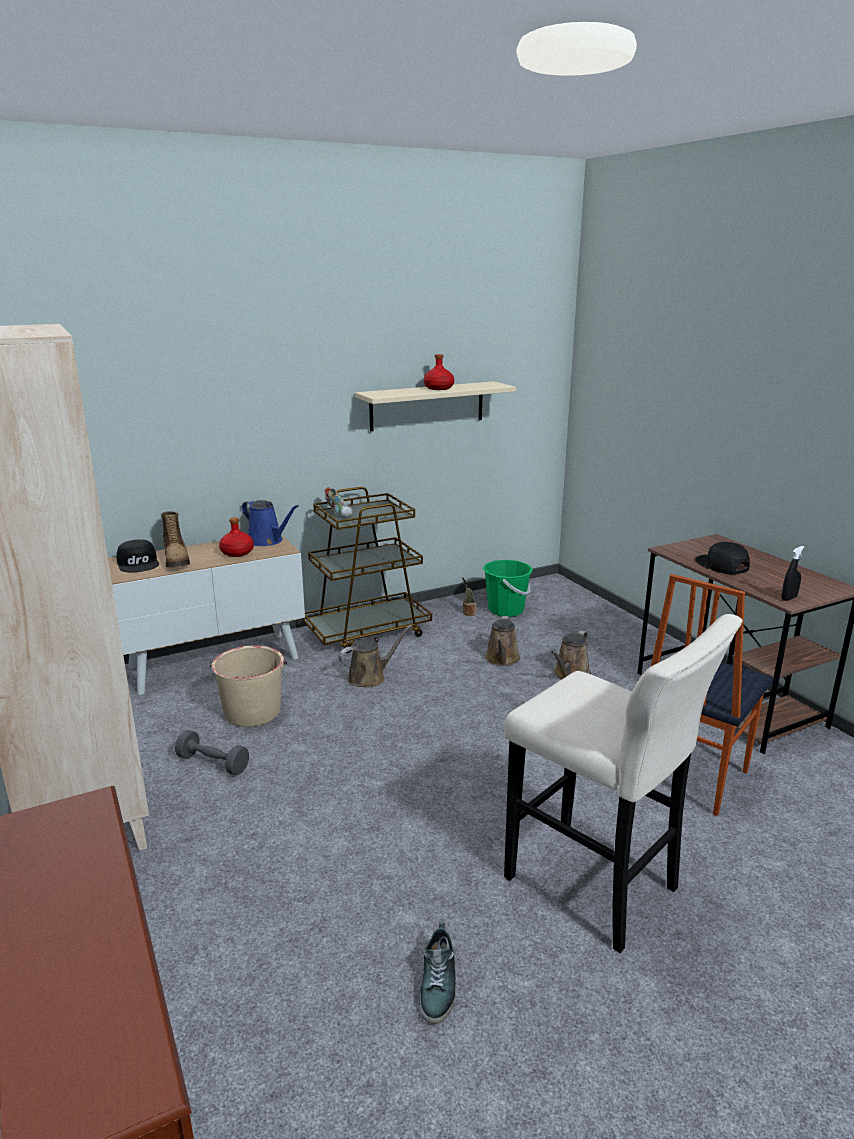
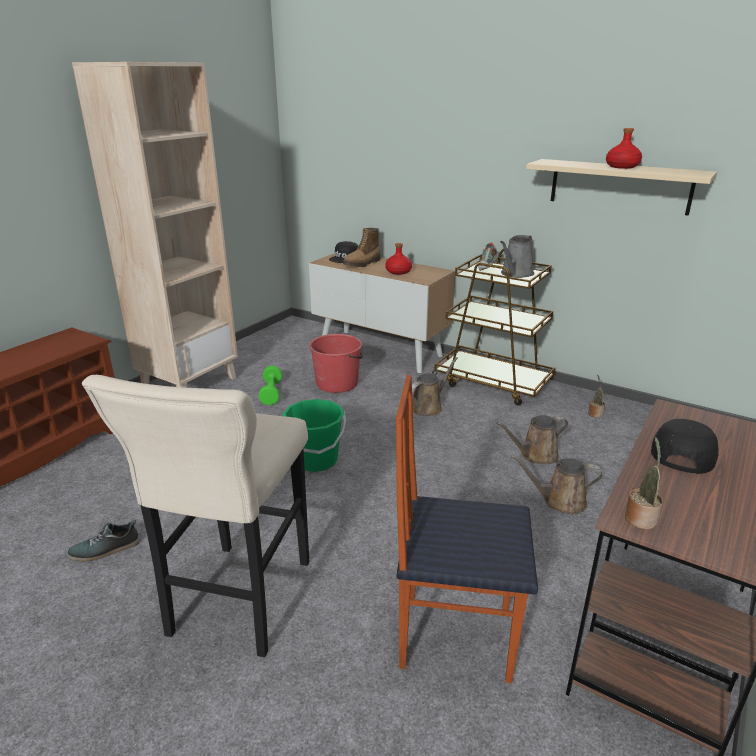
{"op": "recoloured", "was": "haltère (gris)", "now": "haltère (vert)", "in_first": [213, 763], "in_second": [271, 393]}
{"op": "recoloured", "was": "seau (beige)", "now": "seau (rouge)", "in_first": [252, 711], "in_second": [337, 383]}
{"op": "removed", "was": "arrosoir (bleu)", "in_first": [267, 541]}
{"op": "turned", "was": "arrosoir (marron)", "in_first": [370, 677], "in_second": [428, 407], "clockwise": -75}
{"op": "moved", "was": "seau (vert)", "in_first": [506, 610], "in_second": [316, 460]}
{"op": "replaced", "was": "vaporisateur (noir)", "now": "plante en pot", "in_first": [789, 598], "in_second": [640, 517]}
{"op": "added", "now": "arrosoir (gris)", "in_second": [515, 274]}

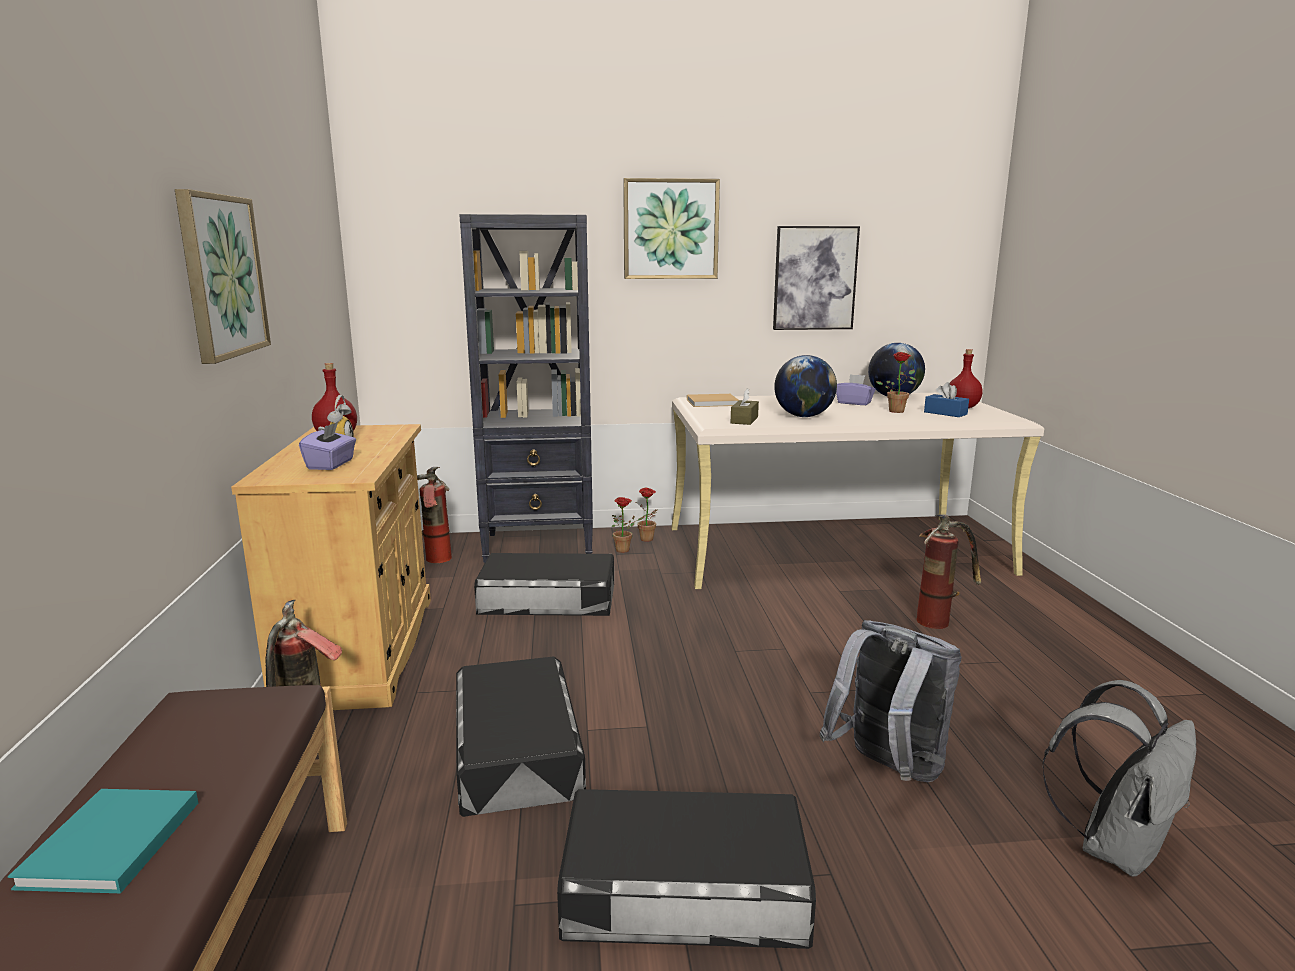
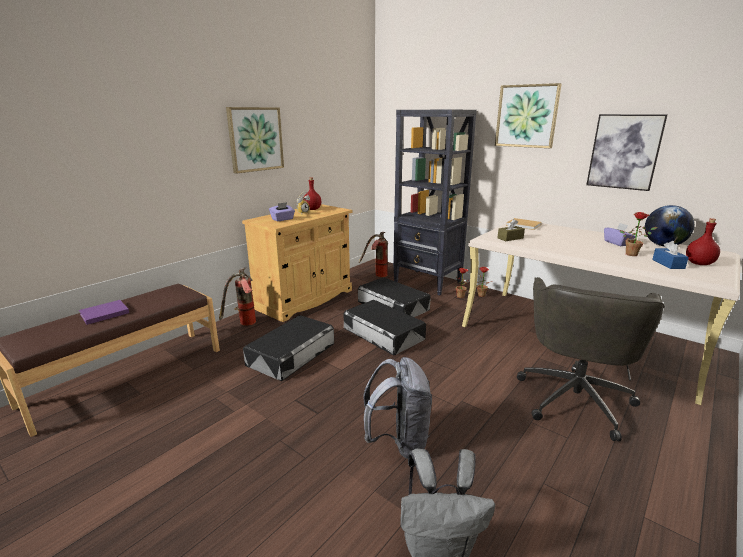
{"op": "recoloured", "was": "livre (turquoise)", "now": "livre (violet)", "in_first": [108, 847], "in_second": [103, 314]}
{"op": "moved", "was": "boîte de rangement (noir)", "in_first": [684, 885], "in_second": [383, 333]}
{"op": "removed", "was": "globe", "in_first": [803, 416]}
{"op": "replaced", "was": "extincteur", "now": "chaise de bureau (gris)", "in_first": [939, 618], "in_second": [575, 398]}

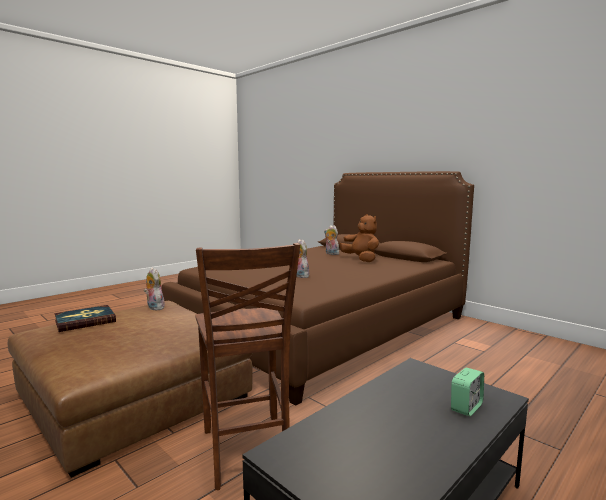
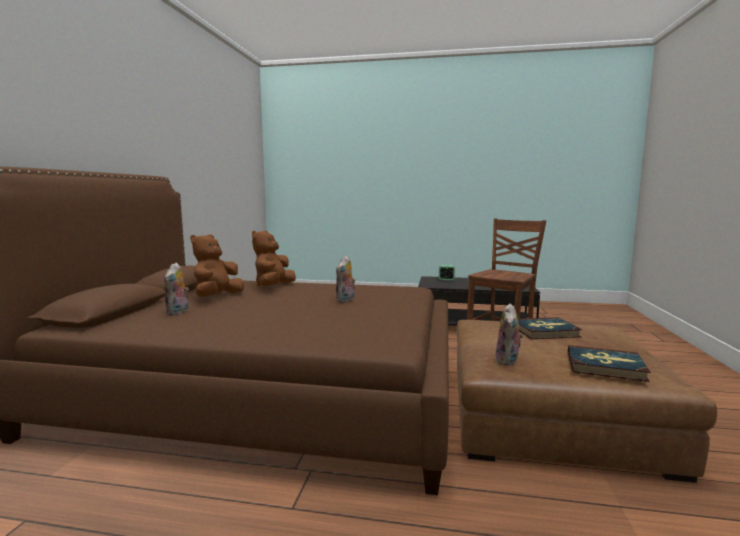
{"op": "added", "now": "peluche (marron)", "in_second": [274, 287]}
{"op": "added", "now": "livre", "in_second": [545, 331]}

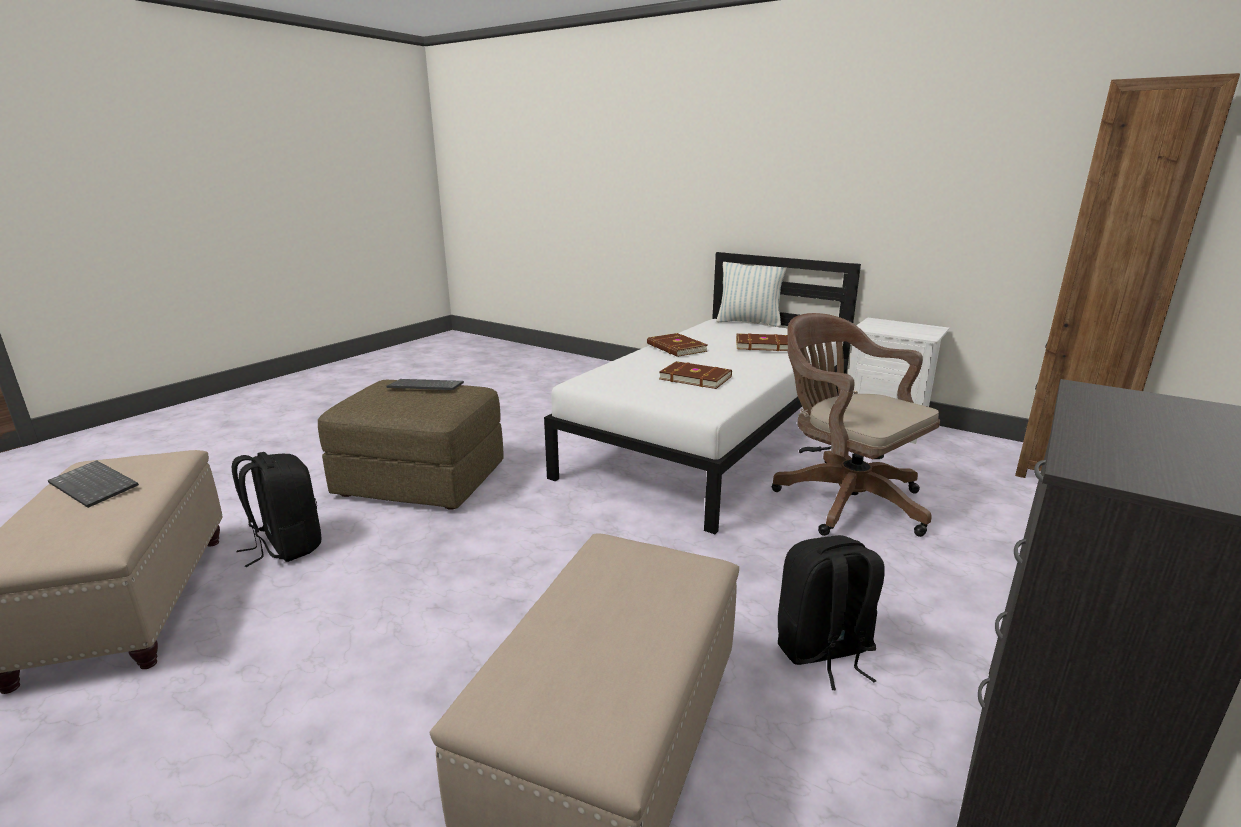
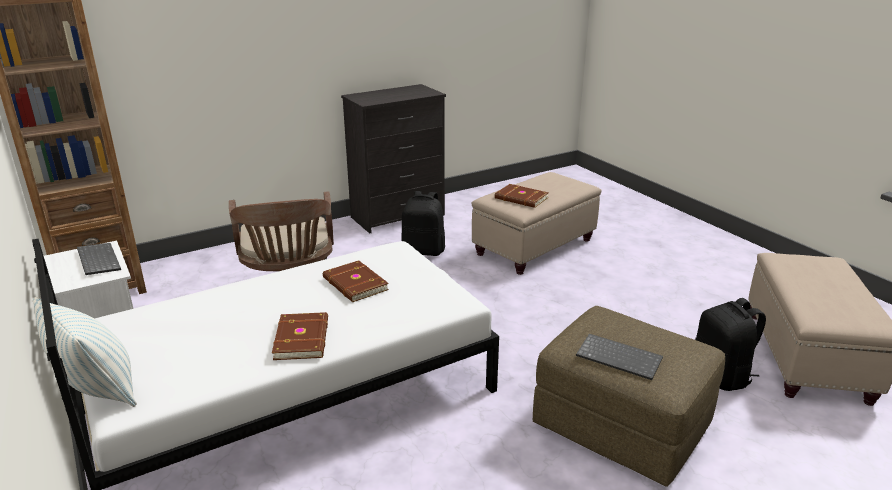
{"op": "moved", "was": "clavier", "in_first": [96, 485], "in_second": [97, 260]}
{"op": "moved", "was": "livre (marron)", "in_first": [762, 345], "in_second": [521, 198]}

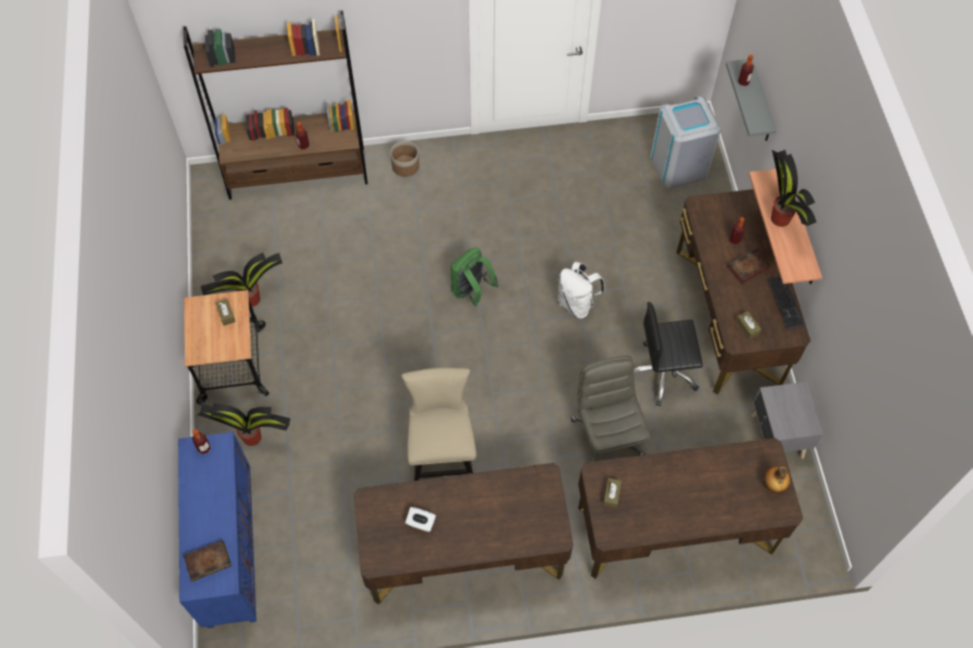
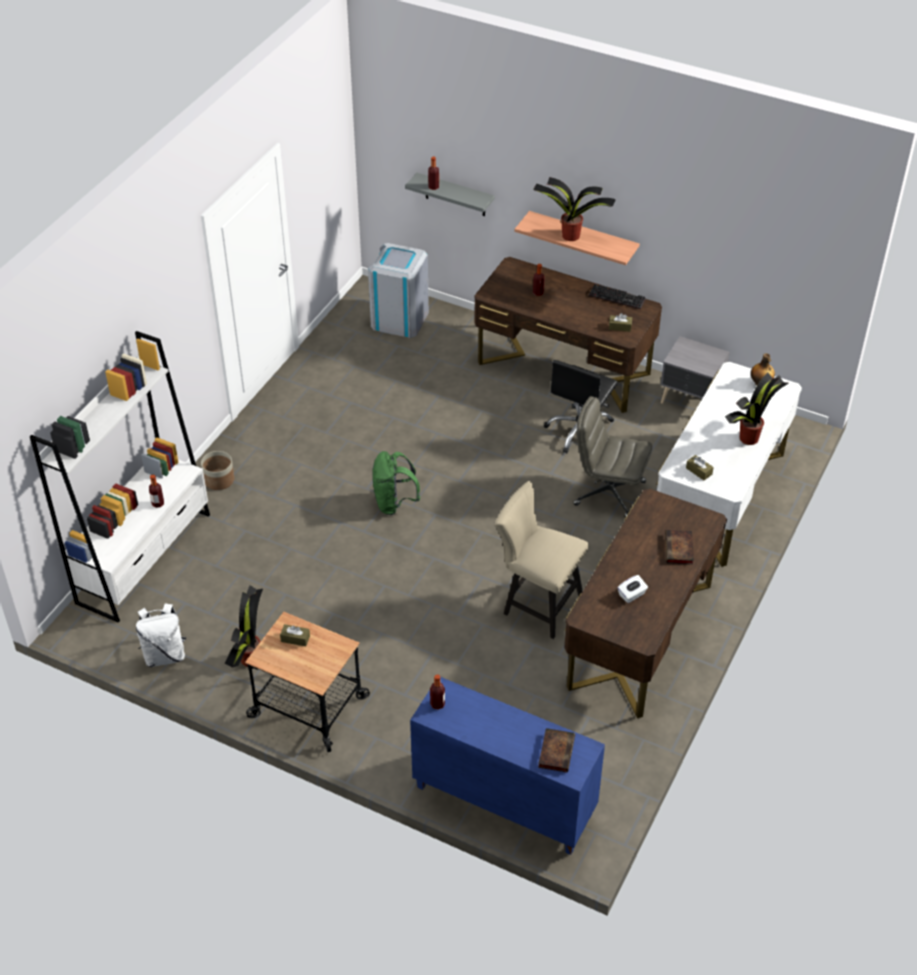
{"op": "recoloured", "was": "bibliothèque (marron)", "now": "bibliothèque (blanc)", "in_first": [298, 174], "in_second": [144, 558]}
{"op": "moved", "was": "plante en pot", "in_first": [253, 437], "in_second": [749, 437]}
{"op": "moved", "was": "sac à dos (blanc)", "in_first": [577, 304], "in_second": [164, 655]}
{"op": "recoloured", "was": "bureau (marron)", "now": "bureau (blanc)", "in_first": [675, 528], "in_second": [720, 496]}
{"op": "moved", "was": "livre", "in_first": [747, 268], "in_second": [679, 550]}

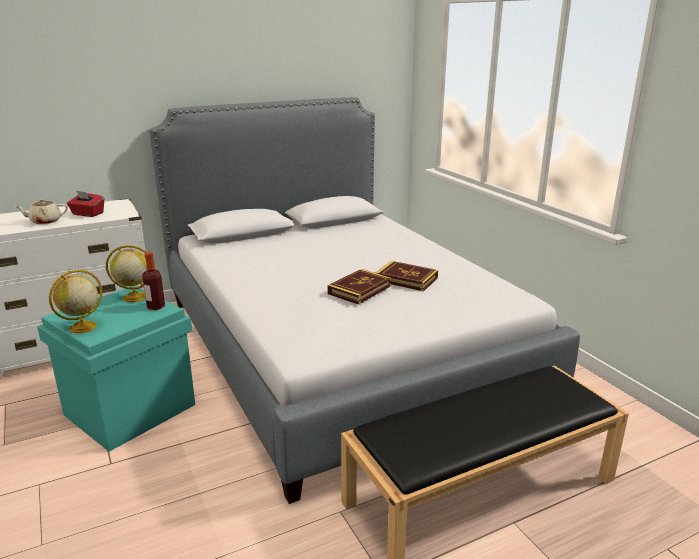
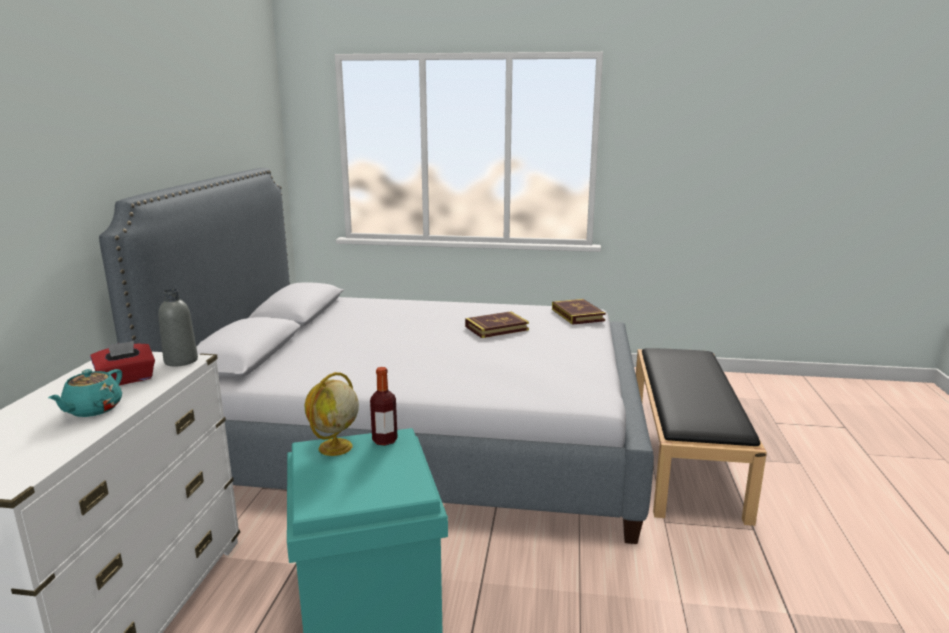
{"op": "recoloured", "was": "théière (beige)", "now": "théière (turquoise)", "in_first": [45, 221], "in_second": [92, 409]}
{"op": "removed", "was": "globe", "in_first": [82, 327]}
{"op": "moved", "was": "livre", "in_first": [359, 290], "in_second": [577, 315]}
{"op": "added", "now": "bouteille (gris)", "in_second": [181, 361]}

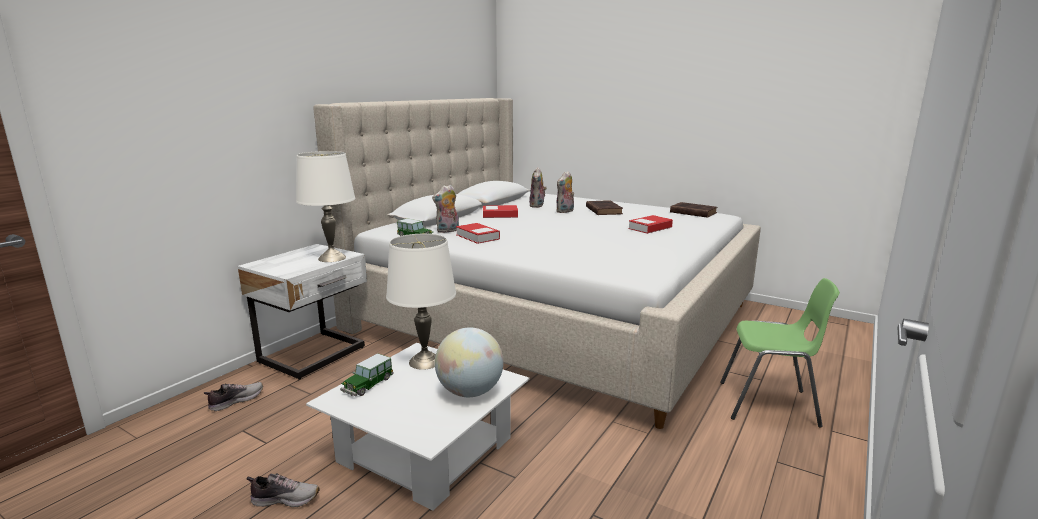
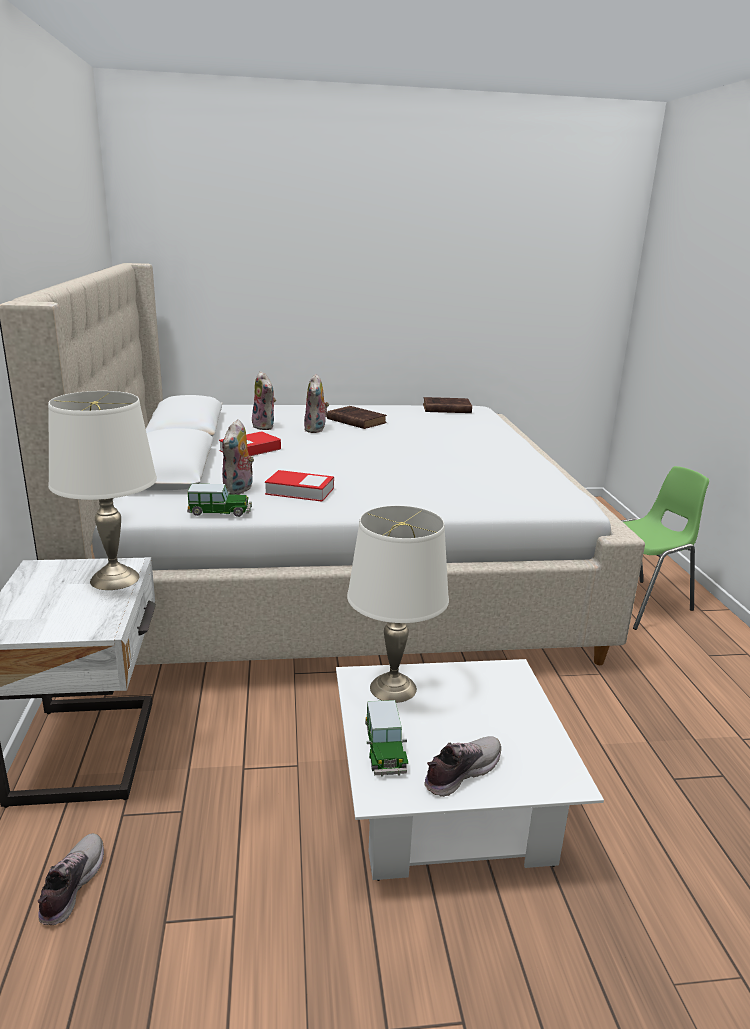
{"op": "moved", "was": "chaussure", "in_first": [285, 499], "in_second": [460, 772]}
{"op": "removed", "was": "globe", "in_first": [470, 392]}
{"op": "removed", "was": "livre", "in_first": [650, 228]}

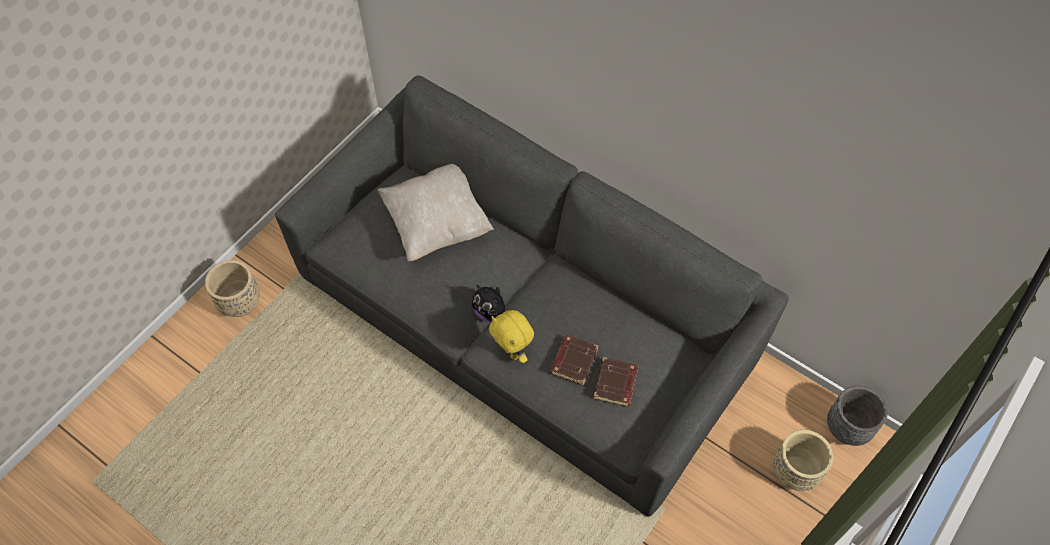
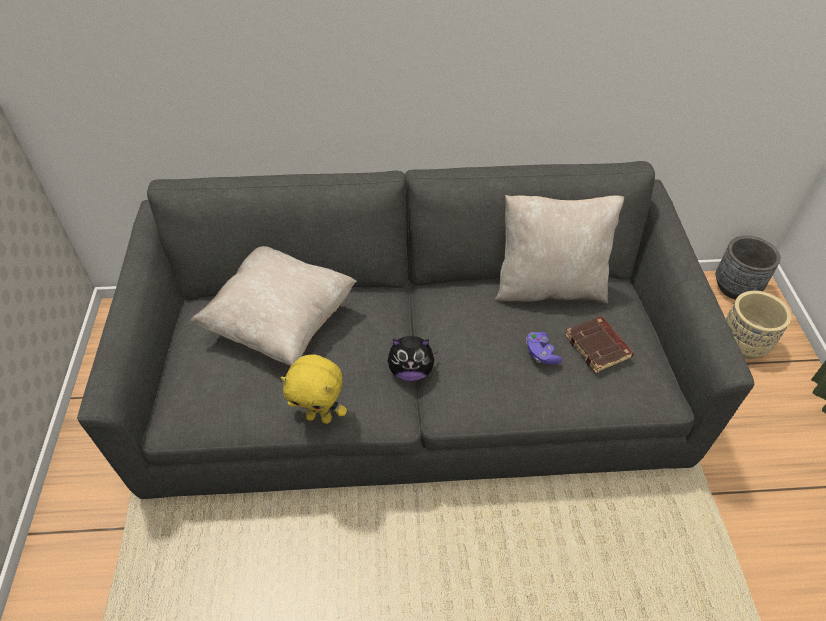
{"op": "removed", "was": "cache-pot (beige)", "in_first": [240, 303]}
{"op": "moved", "was": "peluche (jaune)", "in_first": [512, 352], "in_second": [320, 417]}
{"op": "replaced", "was": "livre (marron)", "now": "manette (violet)", "in_first": [573, 360], "in_second": [541, 354]}
{"op": "added", "now": "coussin (beige)", "in_second": [549, 287]}

